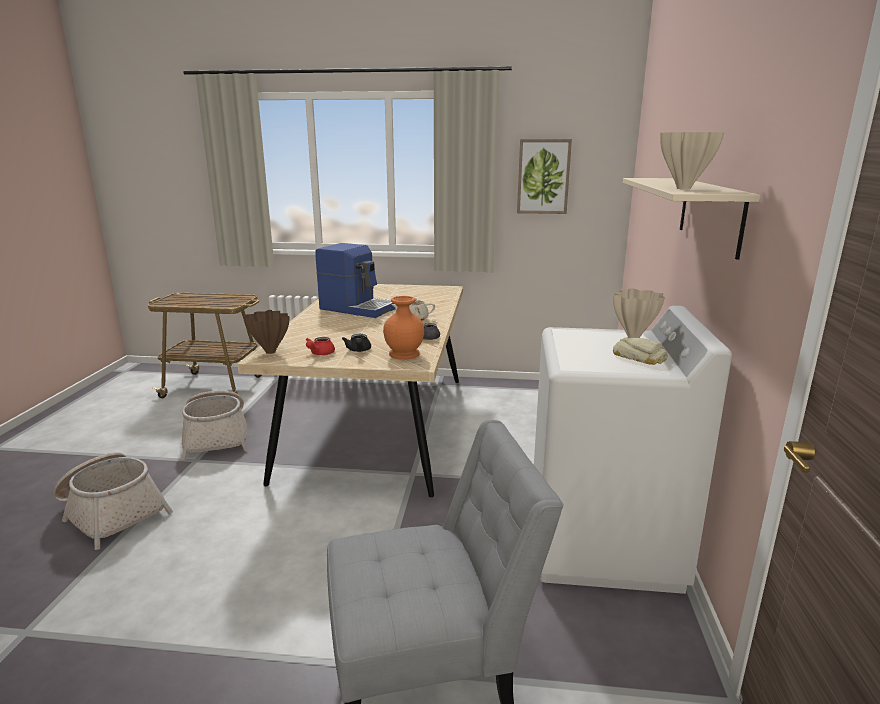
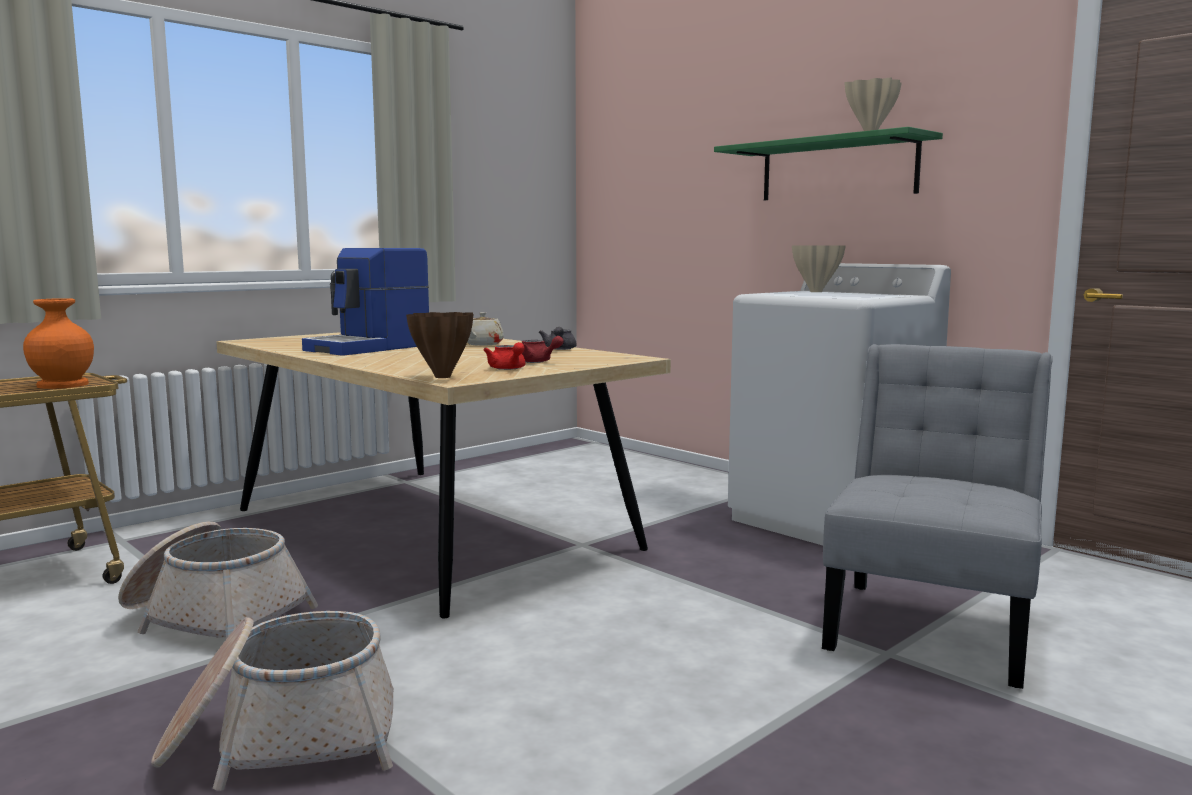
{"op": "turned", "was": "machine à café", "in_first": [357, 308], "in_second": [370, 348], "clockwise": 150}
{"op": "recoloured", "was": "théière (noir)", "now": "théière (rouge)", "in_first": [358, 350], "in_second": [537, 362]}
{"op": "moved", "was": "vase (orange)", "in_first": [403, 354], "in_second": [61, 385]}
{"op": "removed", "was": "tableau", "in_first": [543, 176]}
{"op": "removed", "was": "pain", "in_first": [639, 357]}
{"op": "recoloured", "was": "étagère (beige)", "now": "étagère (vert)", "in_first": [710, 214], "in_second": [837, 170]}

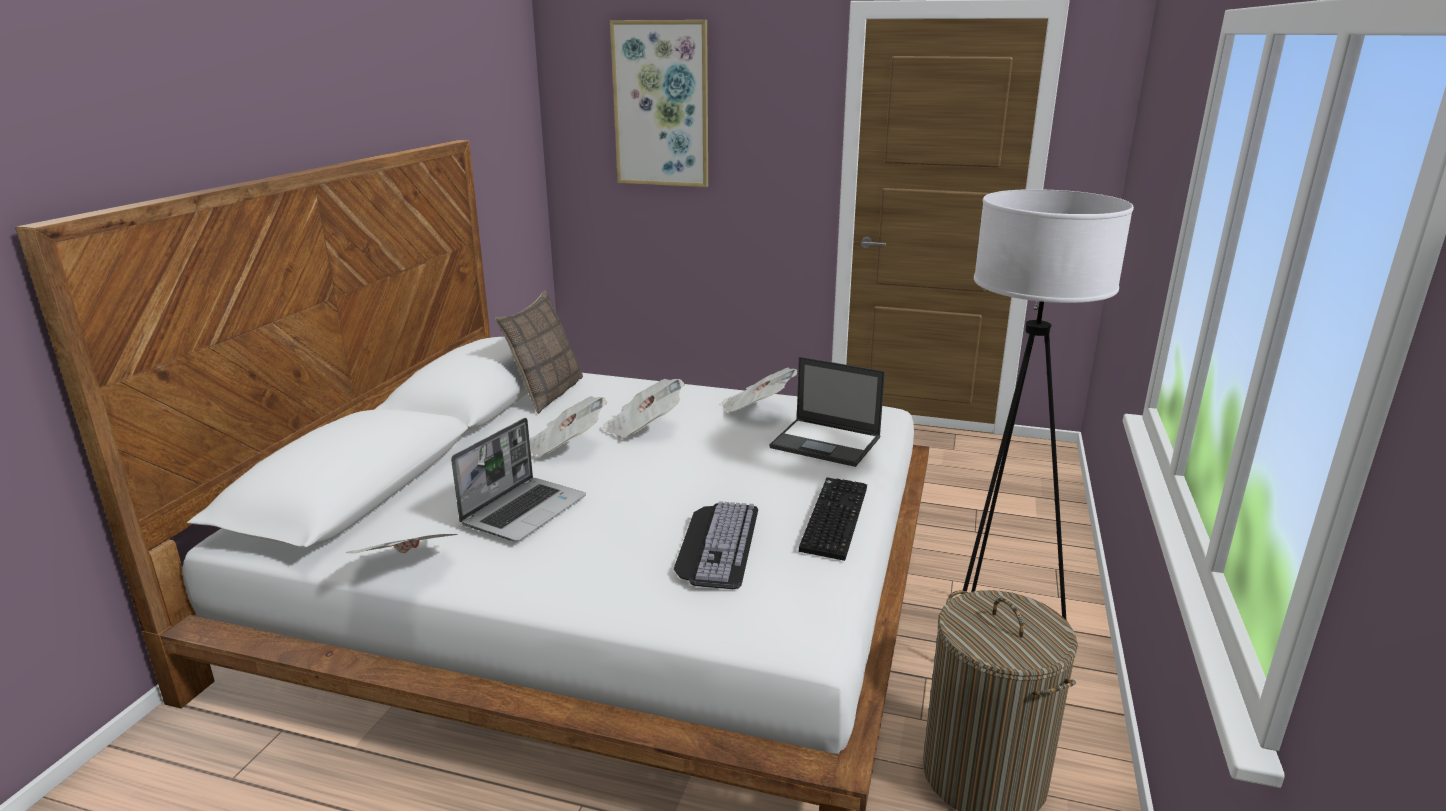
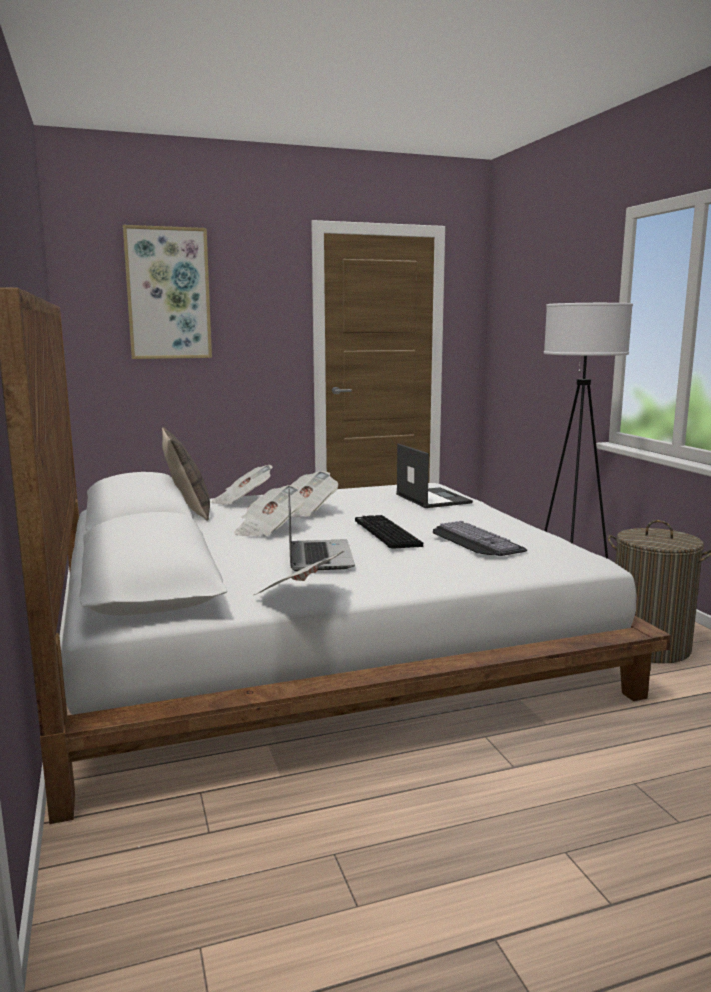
{"op": "moved", "was": "journal", "in_first": [756, 409], "in_second": [242, 501]}
{"op": "turned", "was": "ordinateur portable", "in_first": [827, 443], "in_second": [432, 498], "clockwise": -105}
{"op": "moved", "was": "clavier", "in_first": [832, 517], "in_second": [384, 533]}

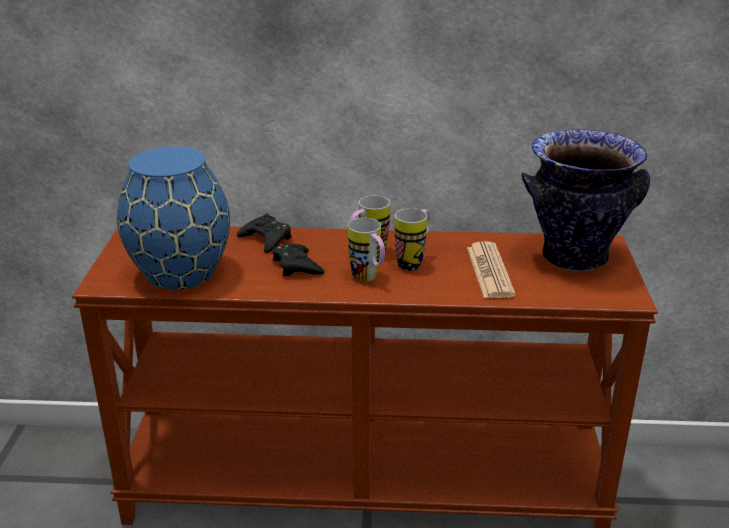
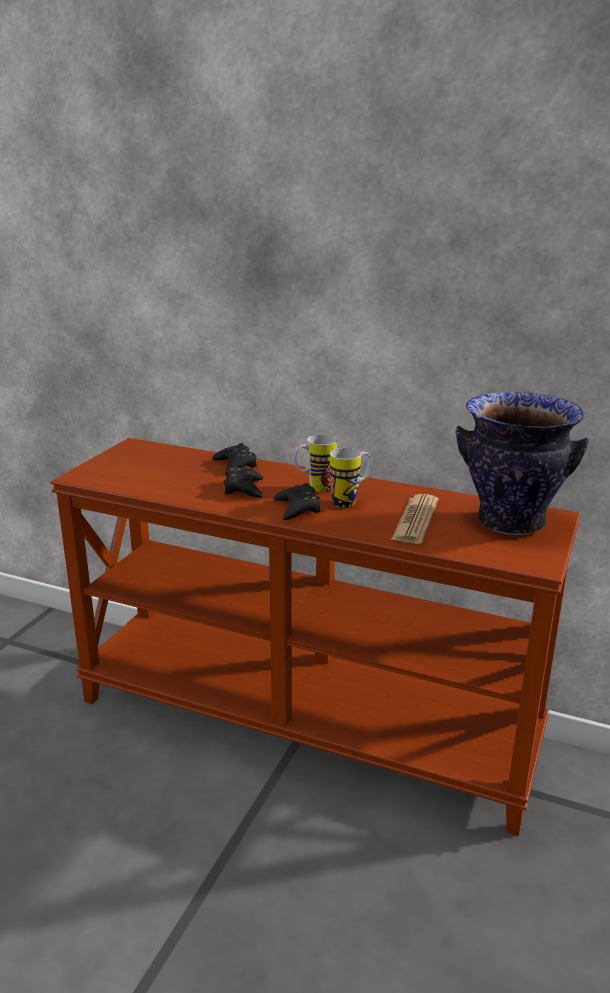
{"op": "removed", "was": "vase (bleu)", "in_first": [182, 273]}
{"op": "replaced", "was": "mug", "now": "manette (noir)", "in_first": [368, 279], "in_second": [297, 508]}

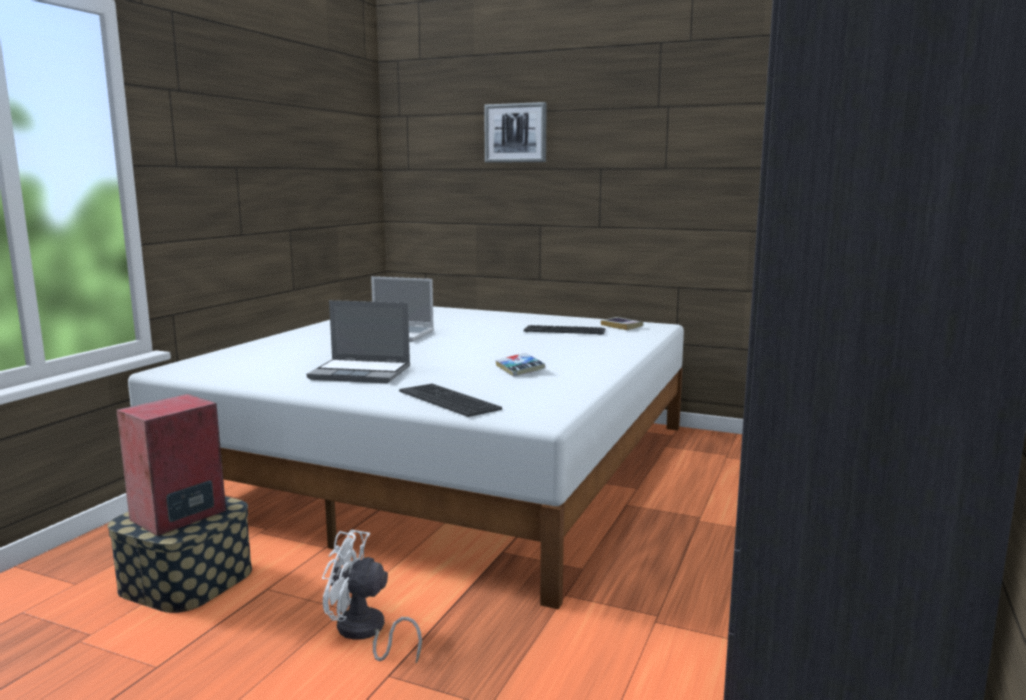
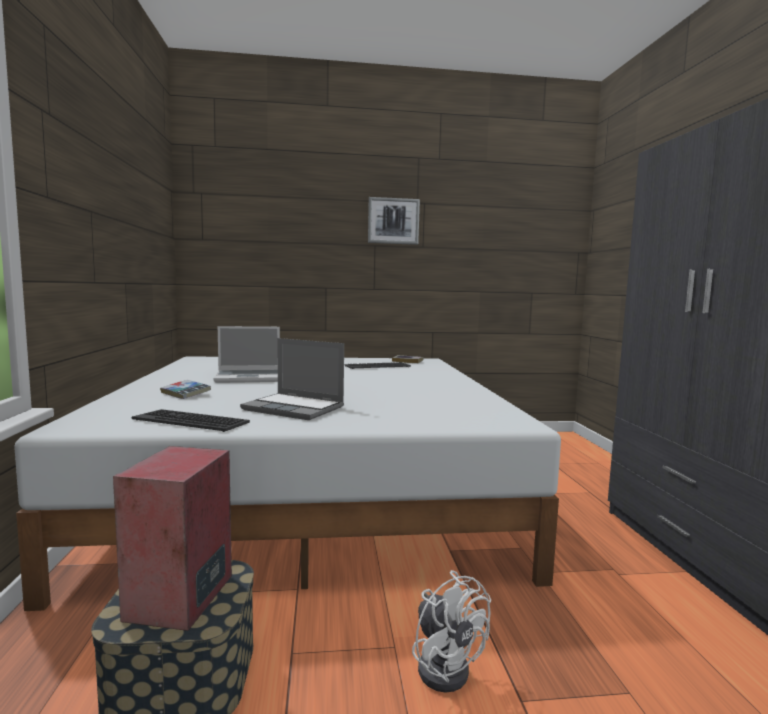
{"op": "turned", "was": "ordinateur portable", "in_first": [362, 373], "in_second": [295, 408], "clockwise": 45}
{"op": "turned", "was": "ventilateur (blanc)", "in_first": [364, 633], "in_second": [444, 665], "clockwise": -105}
{"op": "moved", "was": "clavier", "in_first": [449, 400], "in_second": [191, 421]}
{"op": "moved", "was": "tableau", "in_first": [515, 133], "in_second": [393, 221]}
{"op": "moved", "was": "livre", "in_first": [519, 370], "in_second": [185, 394]}

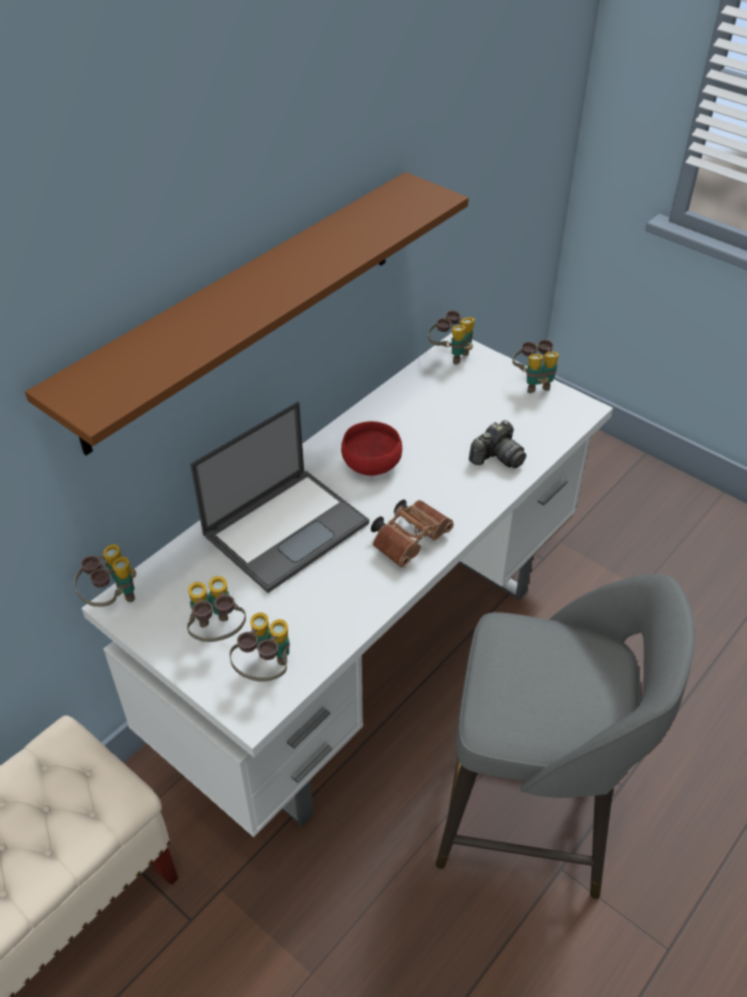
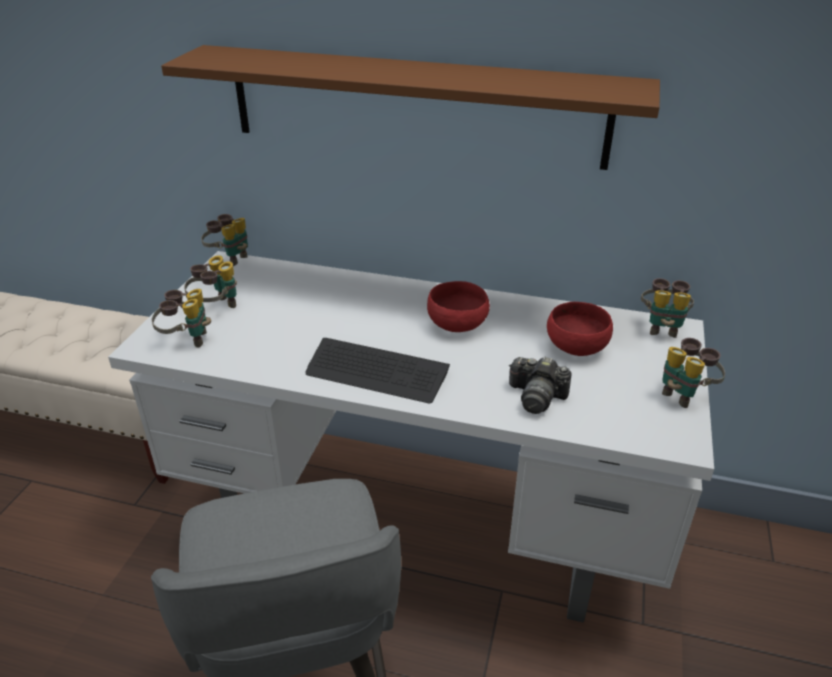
{"op": "removed", "was": "ordinateur portable", "in_first": [287, 527]}
{"op": "replaced", "was": "jumelles (marron)", "now": "clavier", "in_first": [411, 539], "in_second": [376, 372]}
{"op": "added", "now": "bol (rouge)", "in_second": [575, 347]}

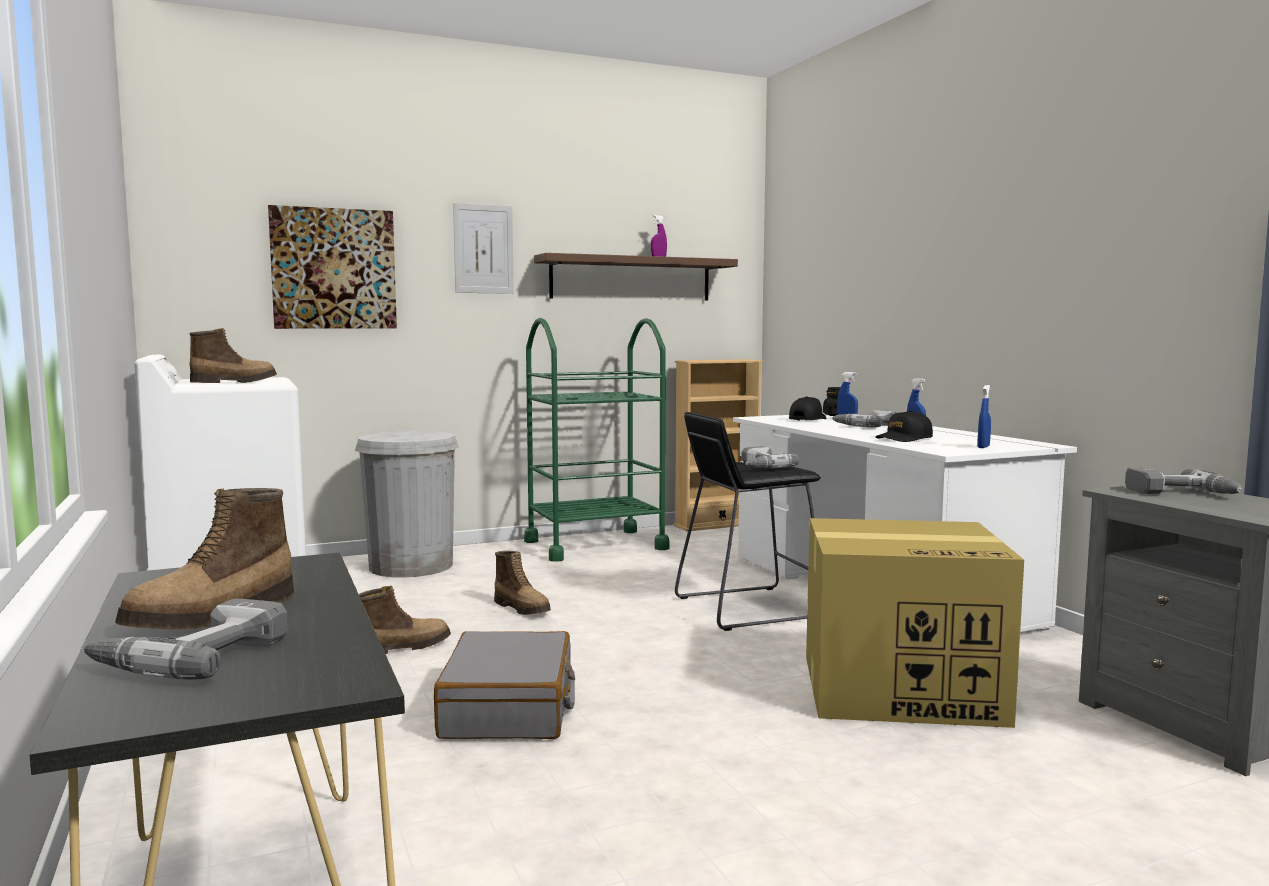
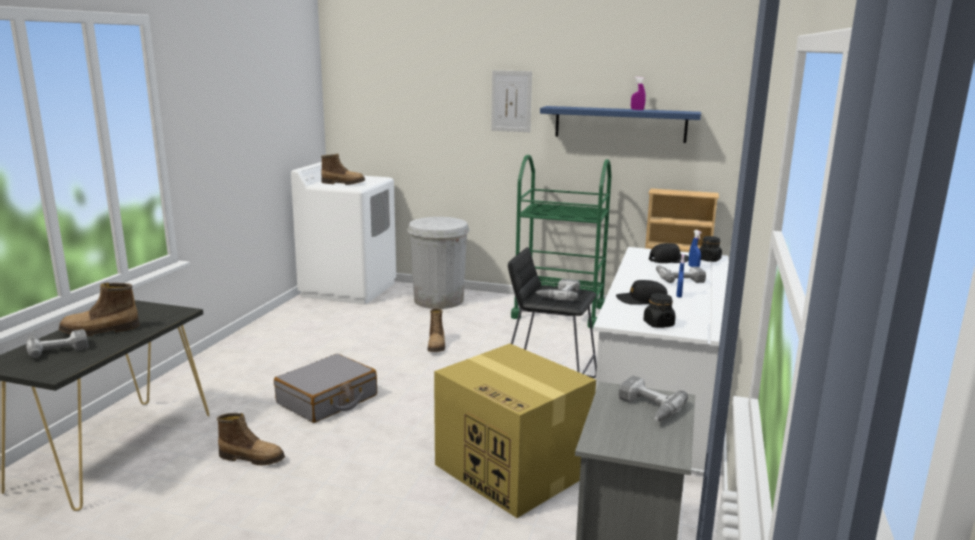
{"op": "removed", "was": "tableau", "in_first": [333, 269]}
{"op": "moved", "was": "botte", "in_first": [403, 647], "in_second": [252, 458]}
{"op": "recoloured", "was": "étagère (marron)", "now": "étagère (bleu)", "in_first": [631, 279], "in_second": [620, 124]}
{"op": "replaced", "was": "vaporisateur (bleu)", "now": "bocal (noir)", "in_first": [983, 447], "in_second": [658, 324]}

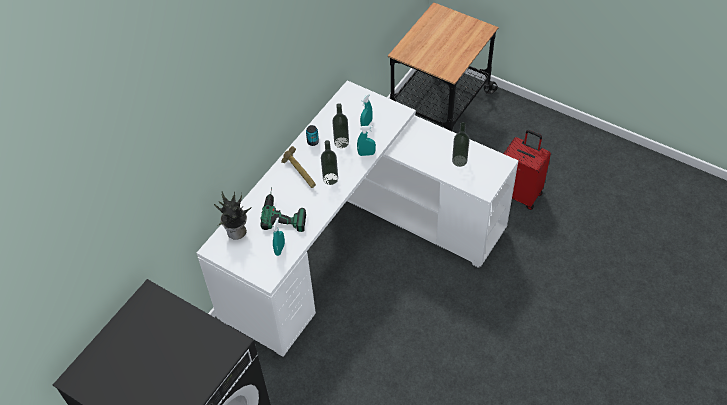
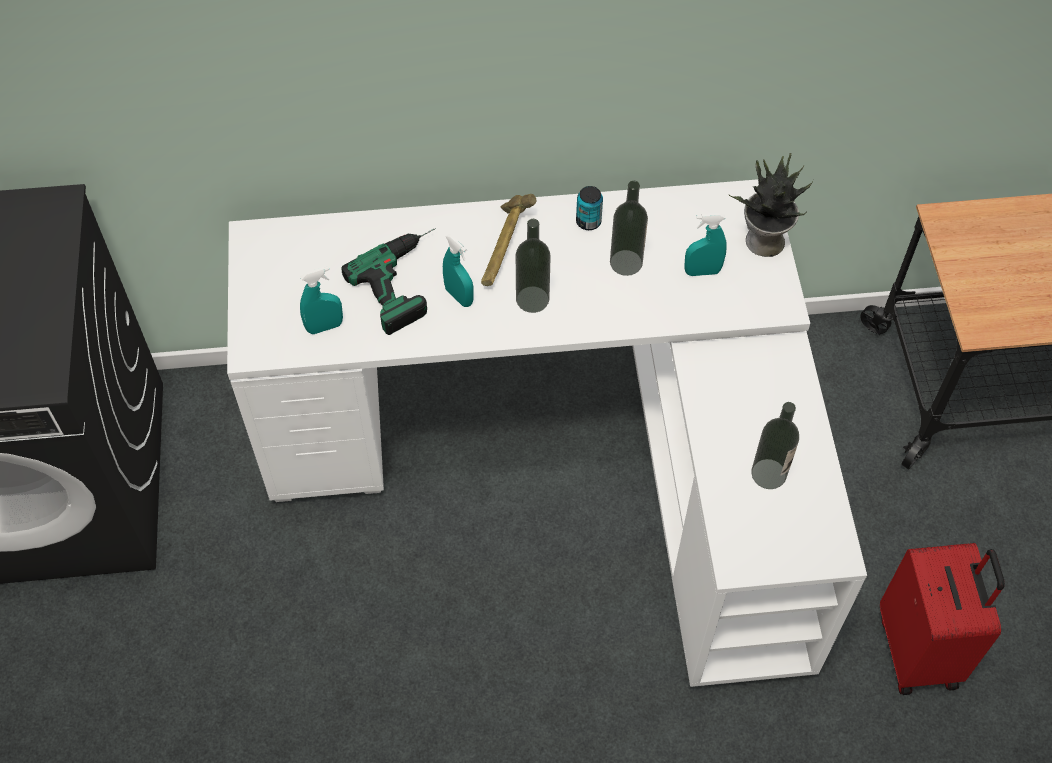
{"op": "moved", "was": "plante en pot", "in_first": [236, 232], "in_second": [764, 242]}
{"op": "moved", "was": "vaporisateur (turquoise)", "in_first": [366, 154], "in_second": [459, 296]}

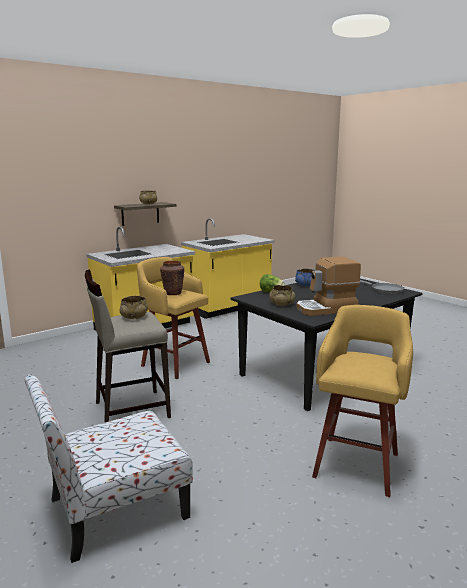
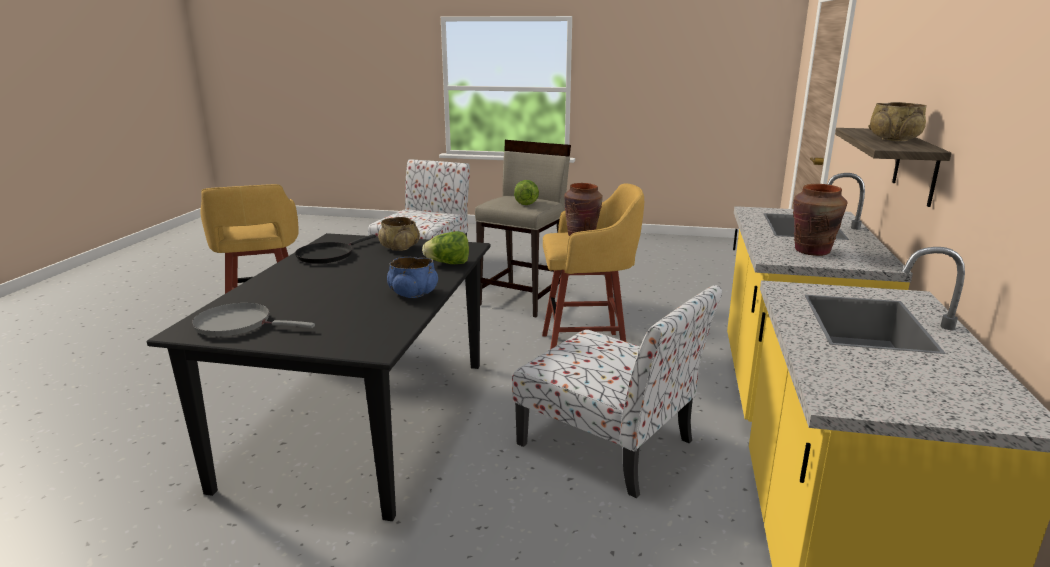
{"op": "replaced", "was": "bol (beige)", "now": "laitue", "in_first": [134, 317], "in_second": [526, 202]}
{"op": "replaced", "was": "machine à café", "now": "poêle (noir)", "in_first": [326, 309], "in_second": [328, 255]}
{"op": "added", "now": "chaise", "in_second": [609, 444]}
{"op": "added", "now": "vase (marron)", "in_second": [812, 251]}

